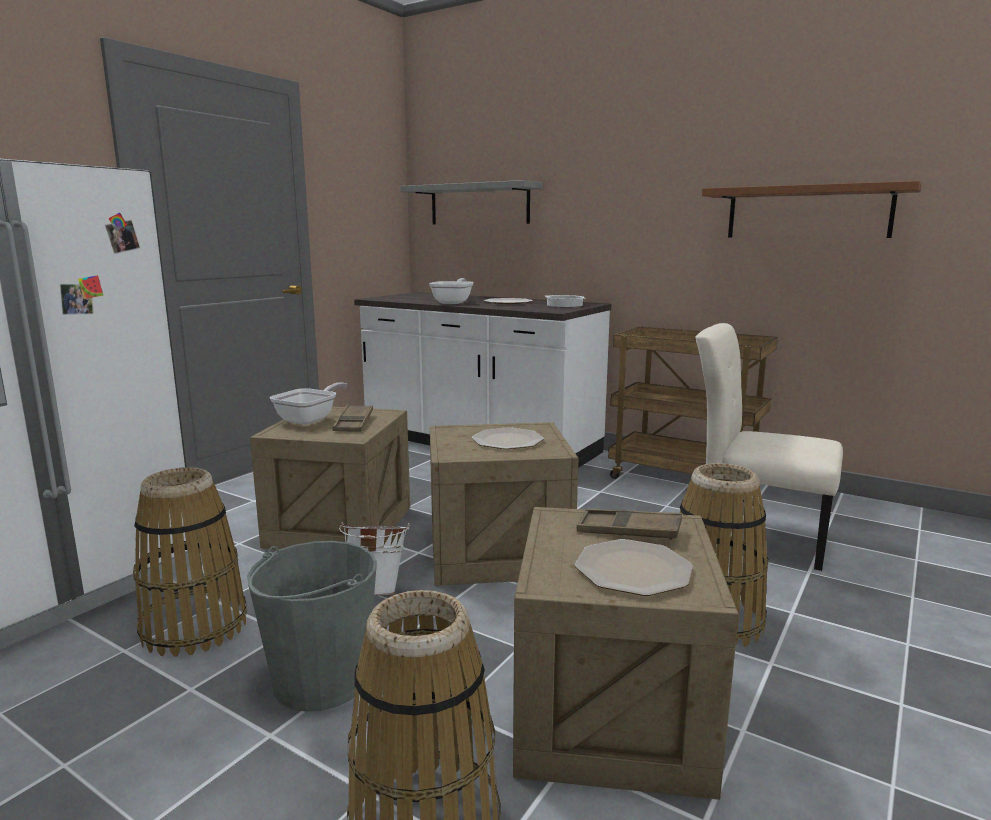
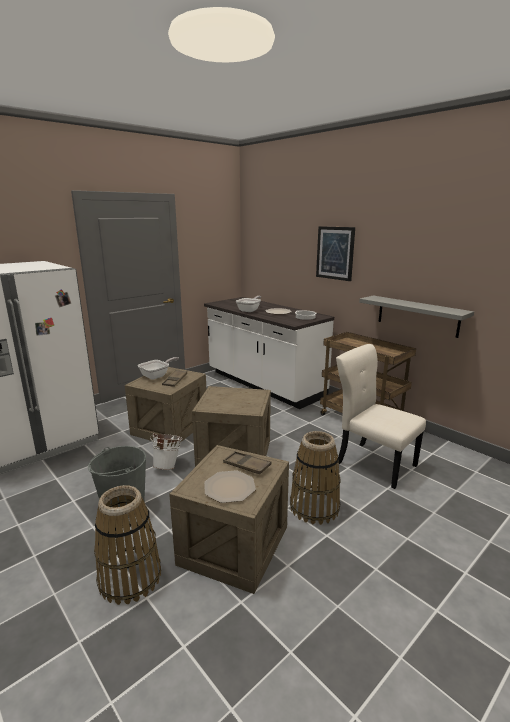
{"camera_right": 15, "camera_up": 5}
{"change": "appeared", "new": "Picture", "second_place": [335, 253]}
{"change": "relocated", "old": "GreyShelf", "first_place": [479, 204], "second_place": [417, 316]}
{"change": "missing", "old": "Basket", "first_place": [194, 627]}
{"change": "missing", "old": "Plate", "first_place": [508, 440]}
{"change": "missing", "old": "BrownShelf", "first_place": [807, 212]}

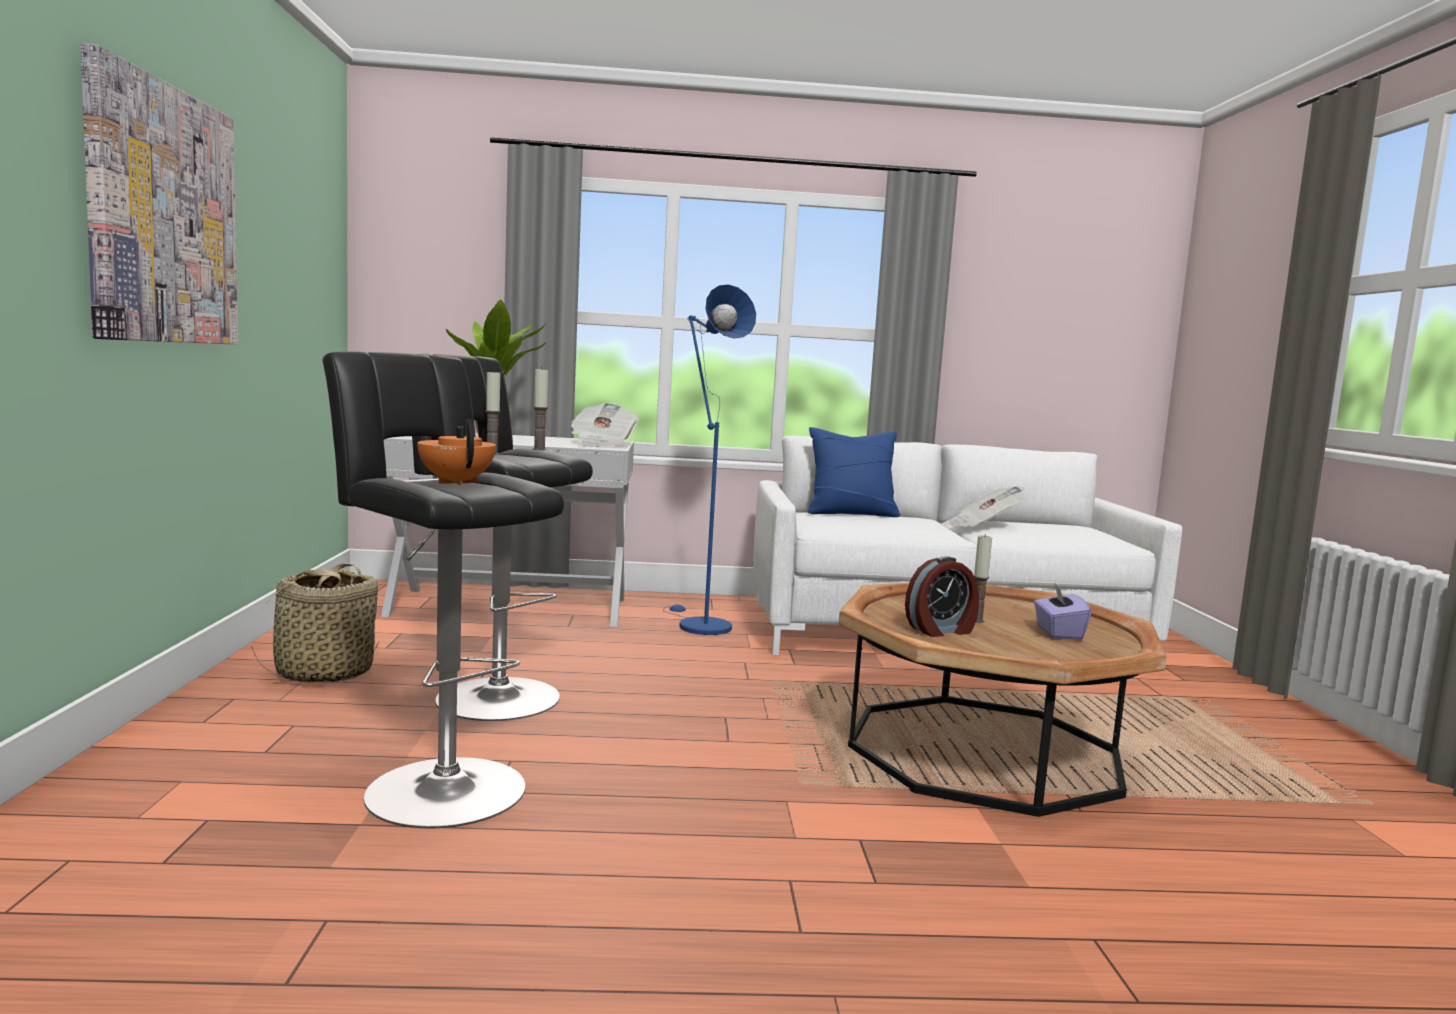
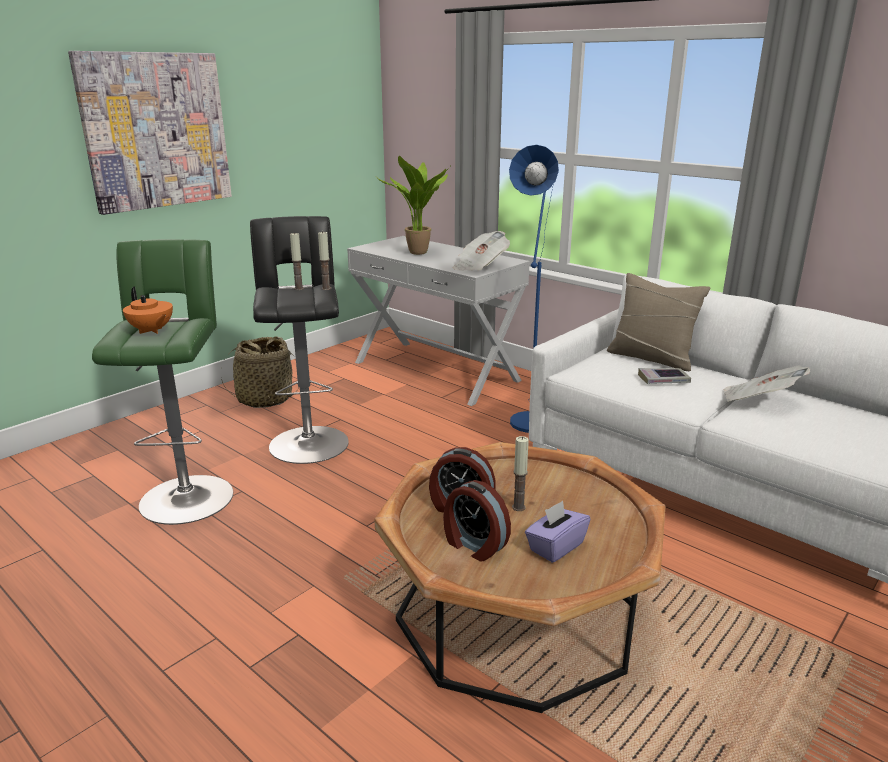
{"camera_right": 45, "camera_up": 15}
{"change": "colour", "old": "BlackStool", "new": "GreenStool", "first_place": [439, 787], "second_place": [188, 495]}
{"change": "spun", "old": "OrangeTeapot", "first_place": [457, 482], "second_place": [151, 331], "degrees": 120}
{"change": "appeared", "new": "AlarmClock", "second_place": [474, 545]}
{"change": "colour", "old": "BluePillow", "new": "BeigePillow", "first_place": [851, 513], "second_place": [651, 358]}
{"change": "appeared", "new": "Book", "second_place": [663, 380]}

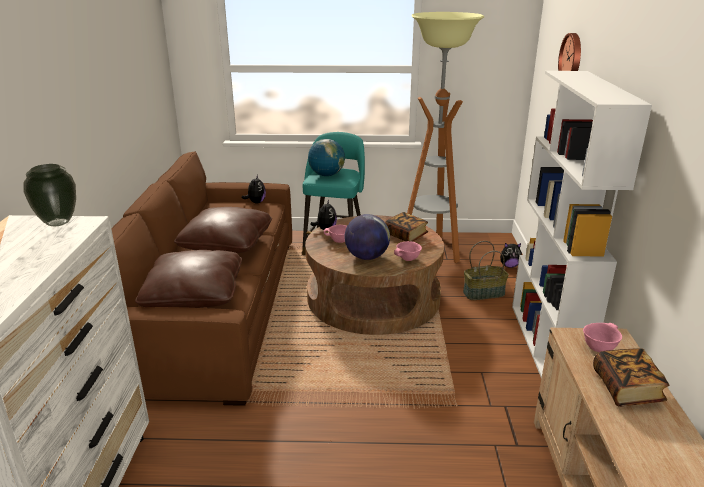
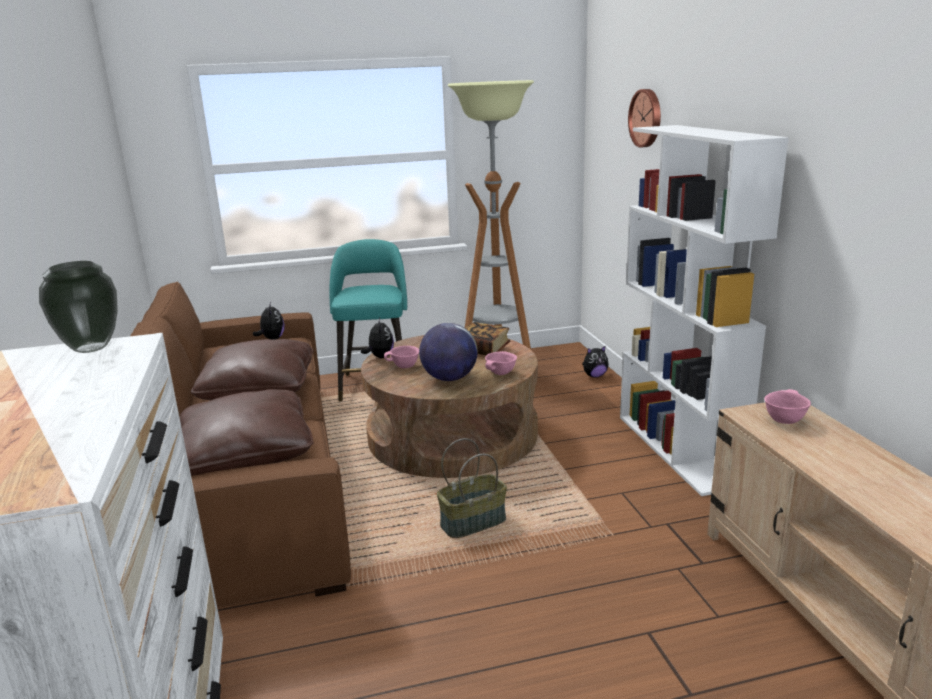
{"camera_right": -15, "camera_up": -5}
{"change": "relocated", "old": "Basket", "first_place": [483, 293], "second_place": [473, 522]}
{"change": "missing", "old": "Globe", "first_place": [326, 175]}
{"change": "missing", "old": "Book", "first_place": [626, 389]}

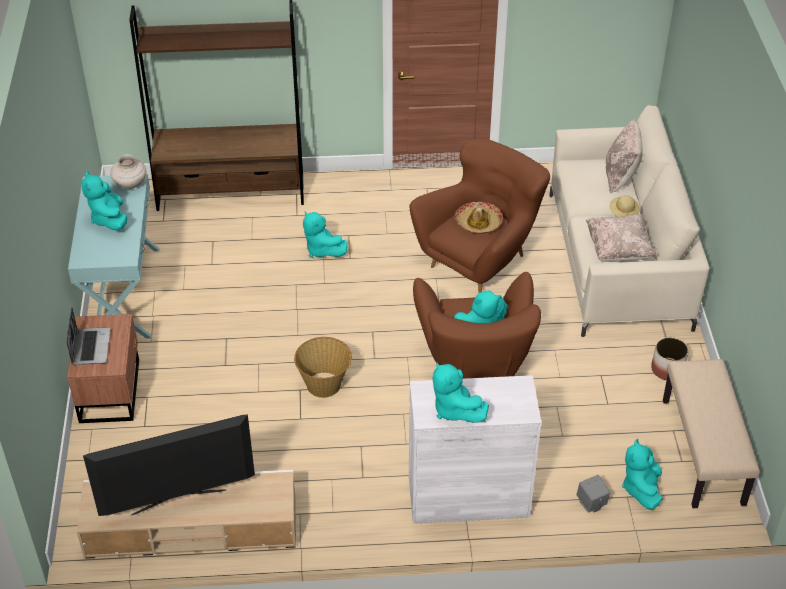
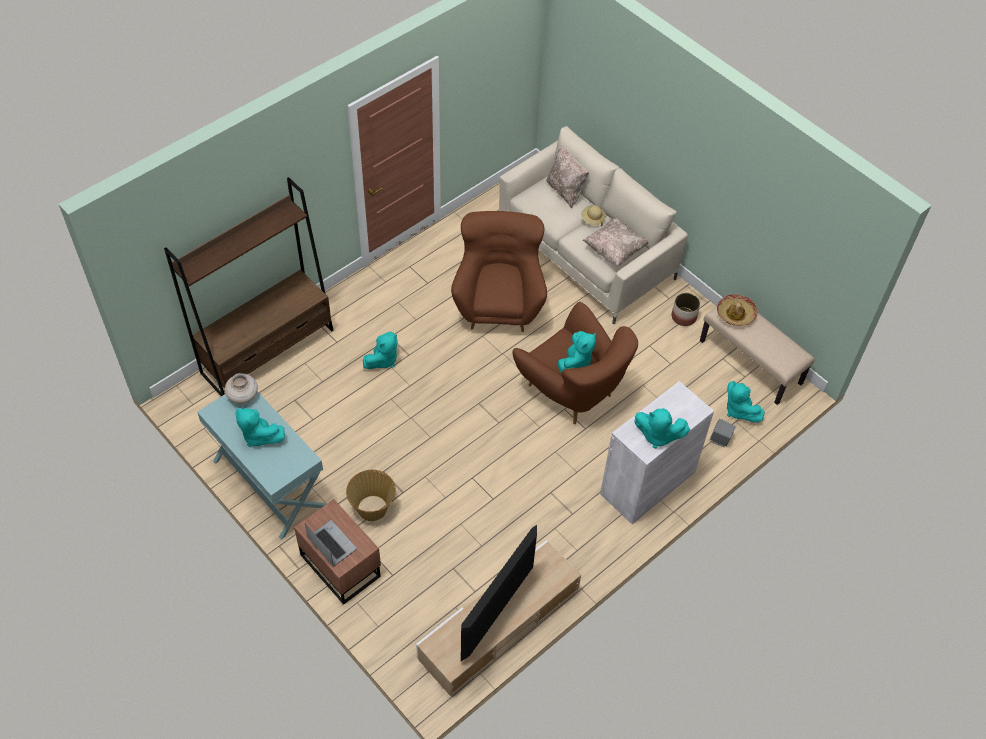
{"camera_right": -40, "camera_up": 10}
{"change": "relocated", "old": "Basket", "first_place": [324, 384], "second_place": [372, 507]}
{"change": "spun", "old": "TurquoisePlushToy", "first_place": [322, 250], "second_place": [383, 360], "degrees": -60}
{"change": "relocated", "old": "Hat", "first_place": [478, 222], "second_place": [736, 314]}

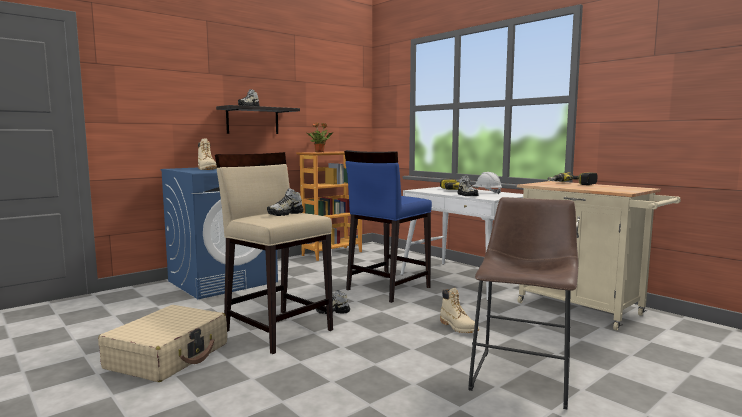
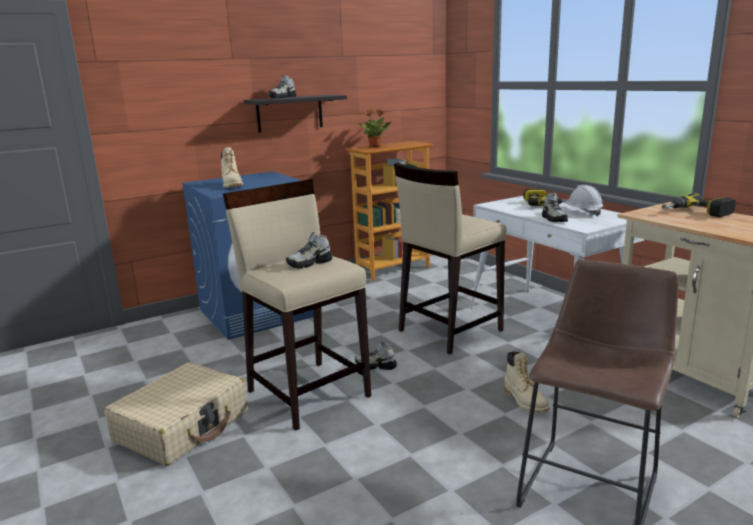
{"camera_right": 10, "camera_up": 10}
{"change": "colour", "old": "BlueStool", "new": "BeigeStool", "first_place": [387, 288], "second_place": [449, 330]}

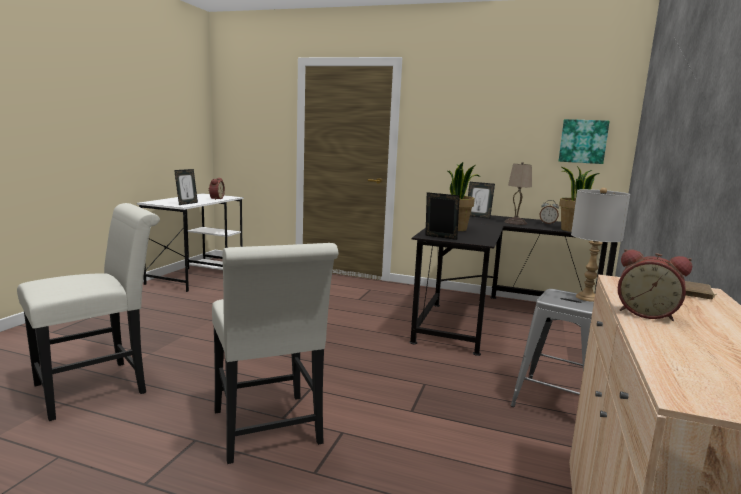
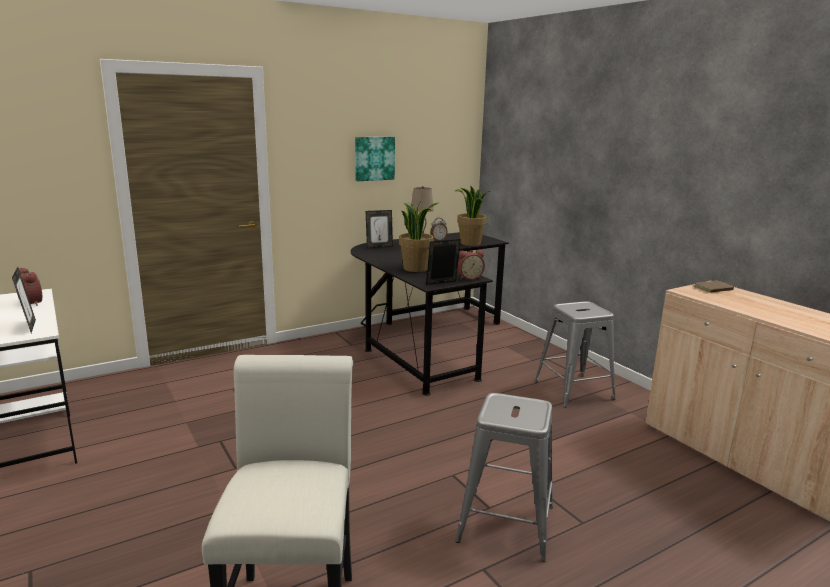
{"camera_right": -50, "camera_up": 5}
{"change": "relocated", "old": "Picture", "first_place": [583, 141], "second_place": [374, 158]}
{"change": "exchanged", "old": "WhiteChair", "new": "GreyStool", "first_place": [268, 432], "second_place": [505, 523]}
{"change": "relocated", "old": "AlarmClock", "first_place": [646, 313], "second_place": [469, 277]}
{"change": "missing", "old": "GreyTableLamp", "first_place": [587, 297]}

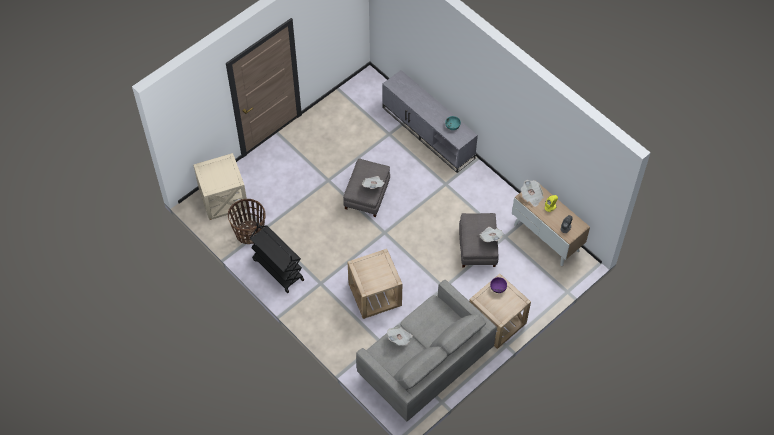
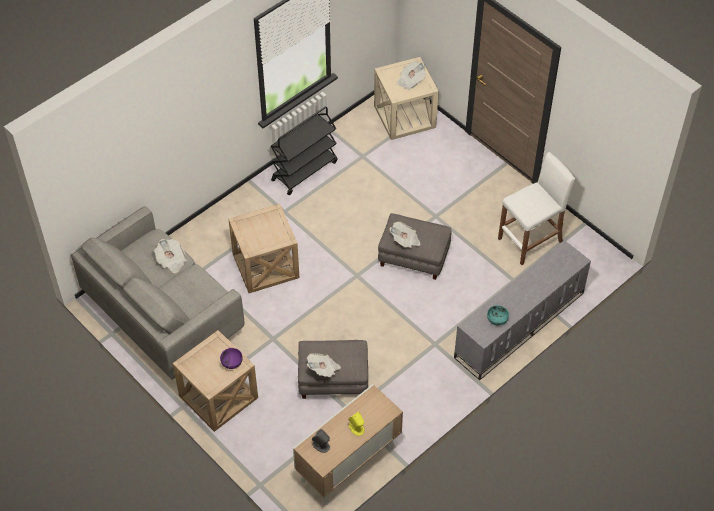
{"camera_right": 90, "camera_up": -5}
{"change": "relocated", "old": "Newspaper", "first_place": [531, 196], "second_place": [410, 81]}
{"change": "appeared", "new": "WhiteStool", "second_place": [530, 240]}
{"change": "missing", "old": "Basket", "first_place": [249, 233]}

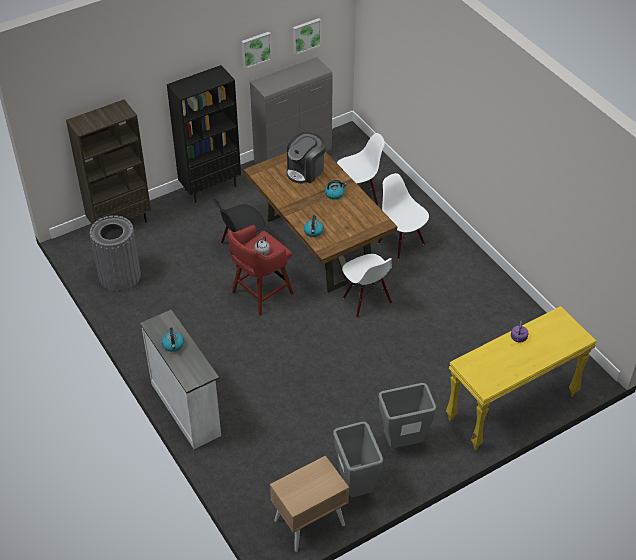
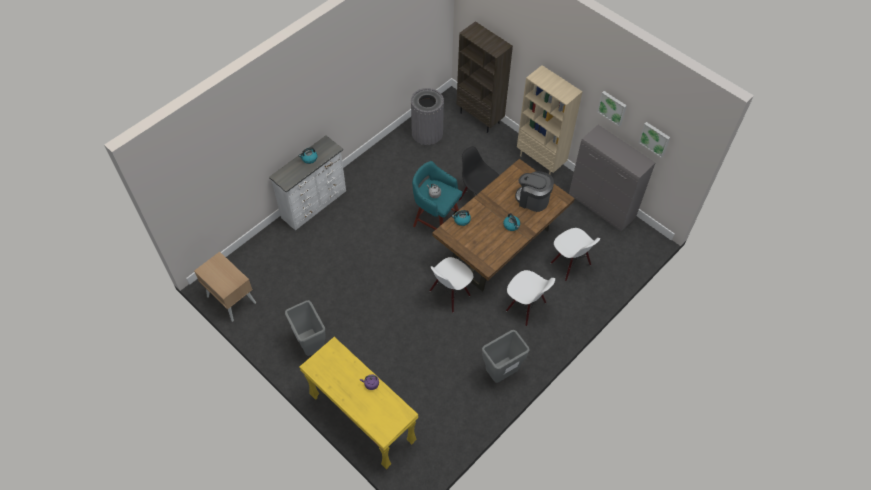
{"camera_right": 75, "camera_up": 10}
{"change": "colour", "old": "RedStool", "new": "TurquoiseStool", "first_place": [260, 293], "second_place": [435, 221]}
{"change": "relocated", "old": "GreyTrashCan", "first_place": [356, 487], "second_place": [501, 373]}
{"change": "spun", "old": "WhiteChair", "first_place": [401, 243], "second_place": [525, 307], "degrees": 90}
{"change": "colour", "old": "BlackBookcase", "new": "BeigeBookcase", "first_place": [210, 187], "second_place": [541, 161]}

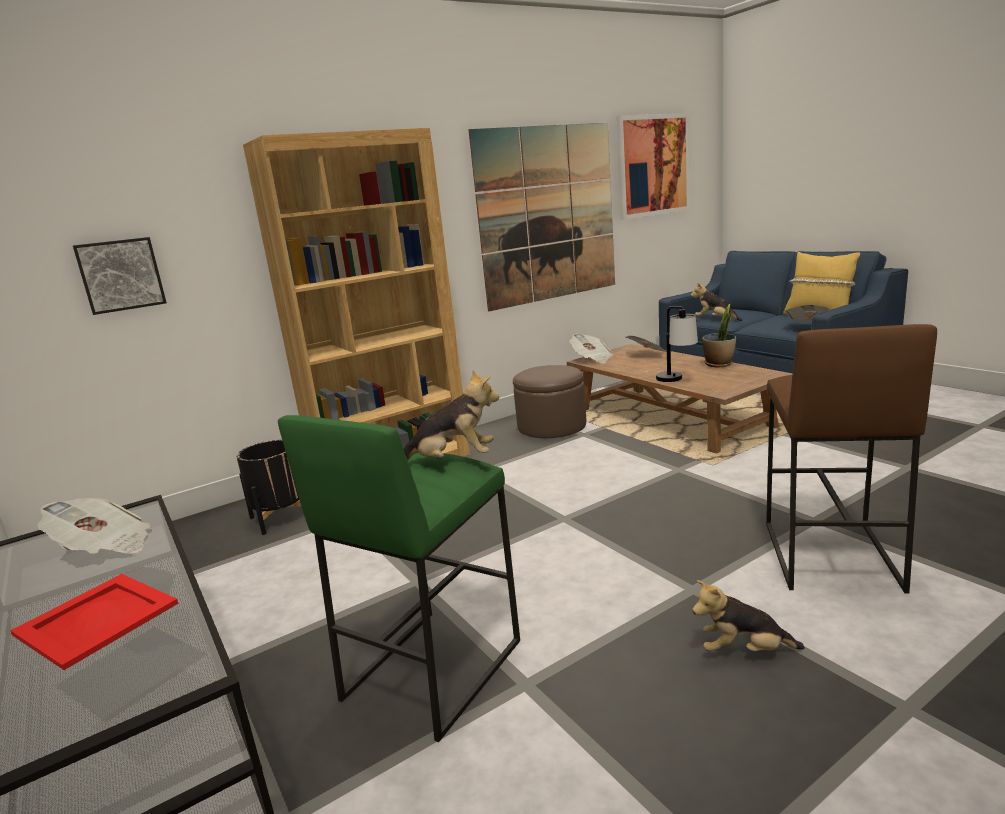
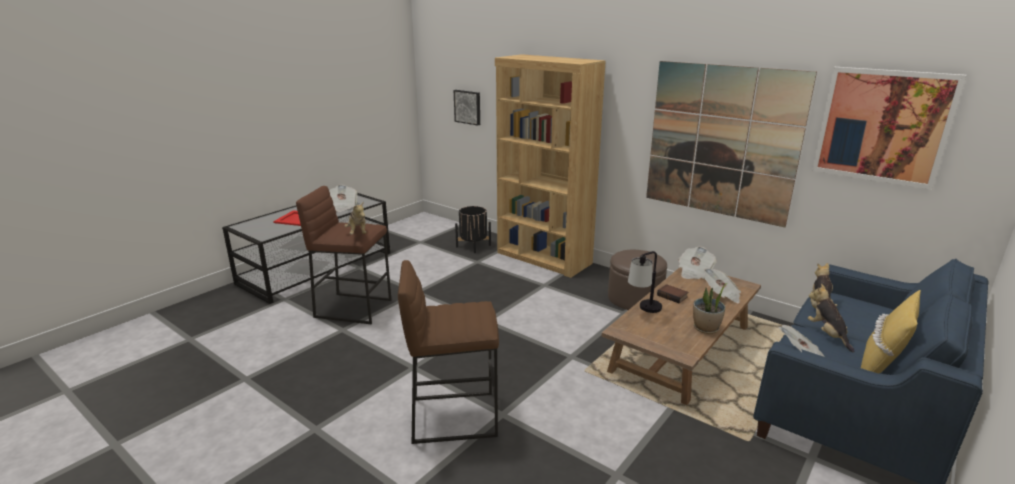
{"camera_right": 70, "camera_up": 5}
{"change": "colour", "old": "GreenStool", "new": "BrownStool", "first_place": [431, 668], "second_place": [354, 308]}
{"change": "appeared", "new": "Book", "second_place": [673, 296]}
{"change": "relocated", "old": "PlushToy", "first_place": [744, 651], "second_place": [827, 334]}

